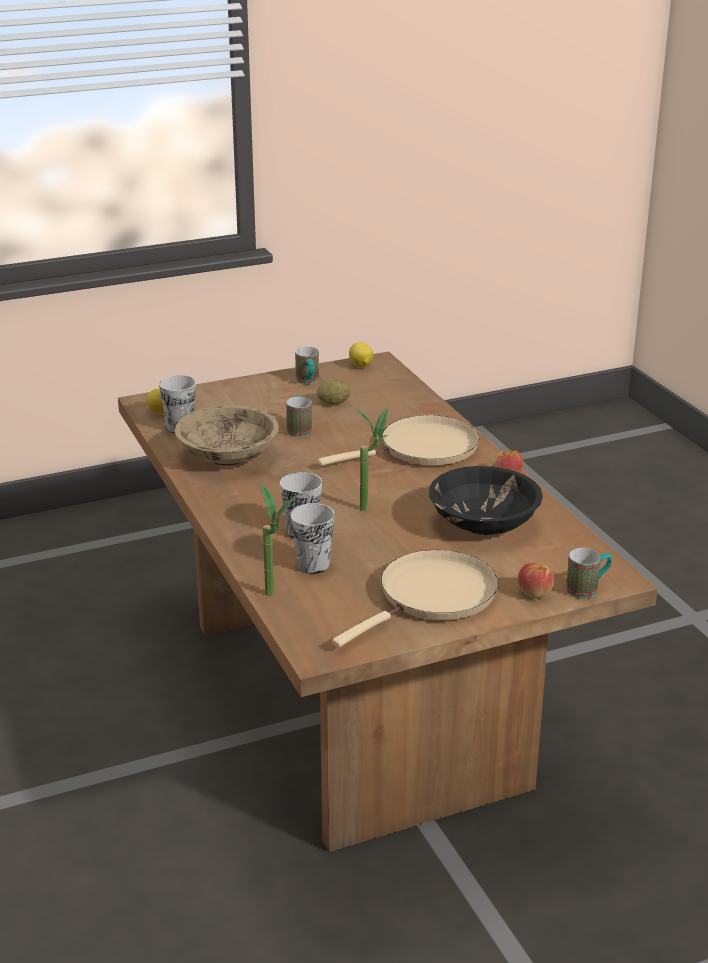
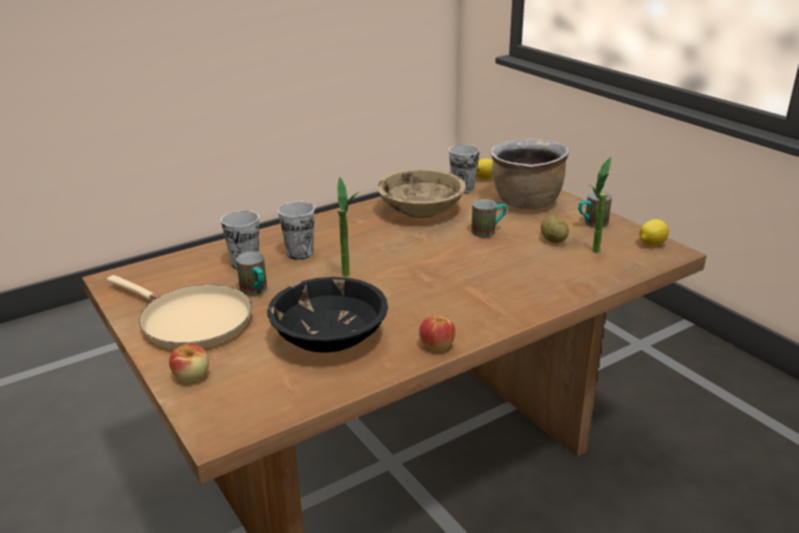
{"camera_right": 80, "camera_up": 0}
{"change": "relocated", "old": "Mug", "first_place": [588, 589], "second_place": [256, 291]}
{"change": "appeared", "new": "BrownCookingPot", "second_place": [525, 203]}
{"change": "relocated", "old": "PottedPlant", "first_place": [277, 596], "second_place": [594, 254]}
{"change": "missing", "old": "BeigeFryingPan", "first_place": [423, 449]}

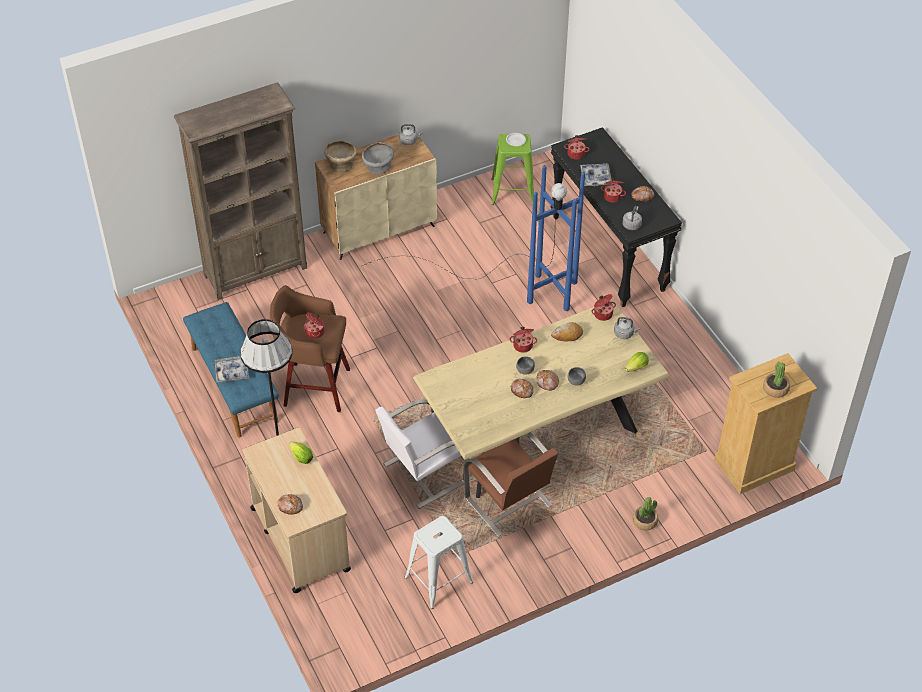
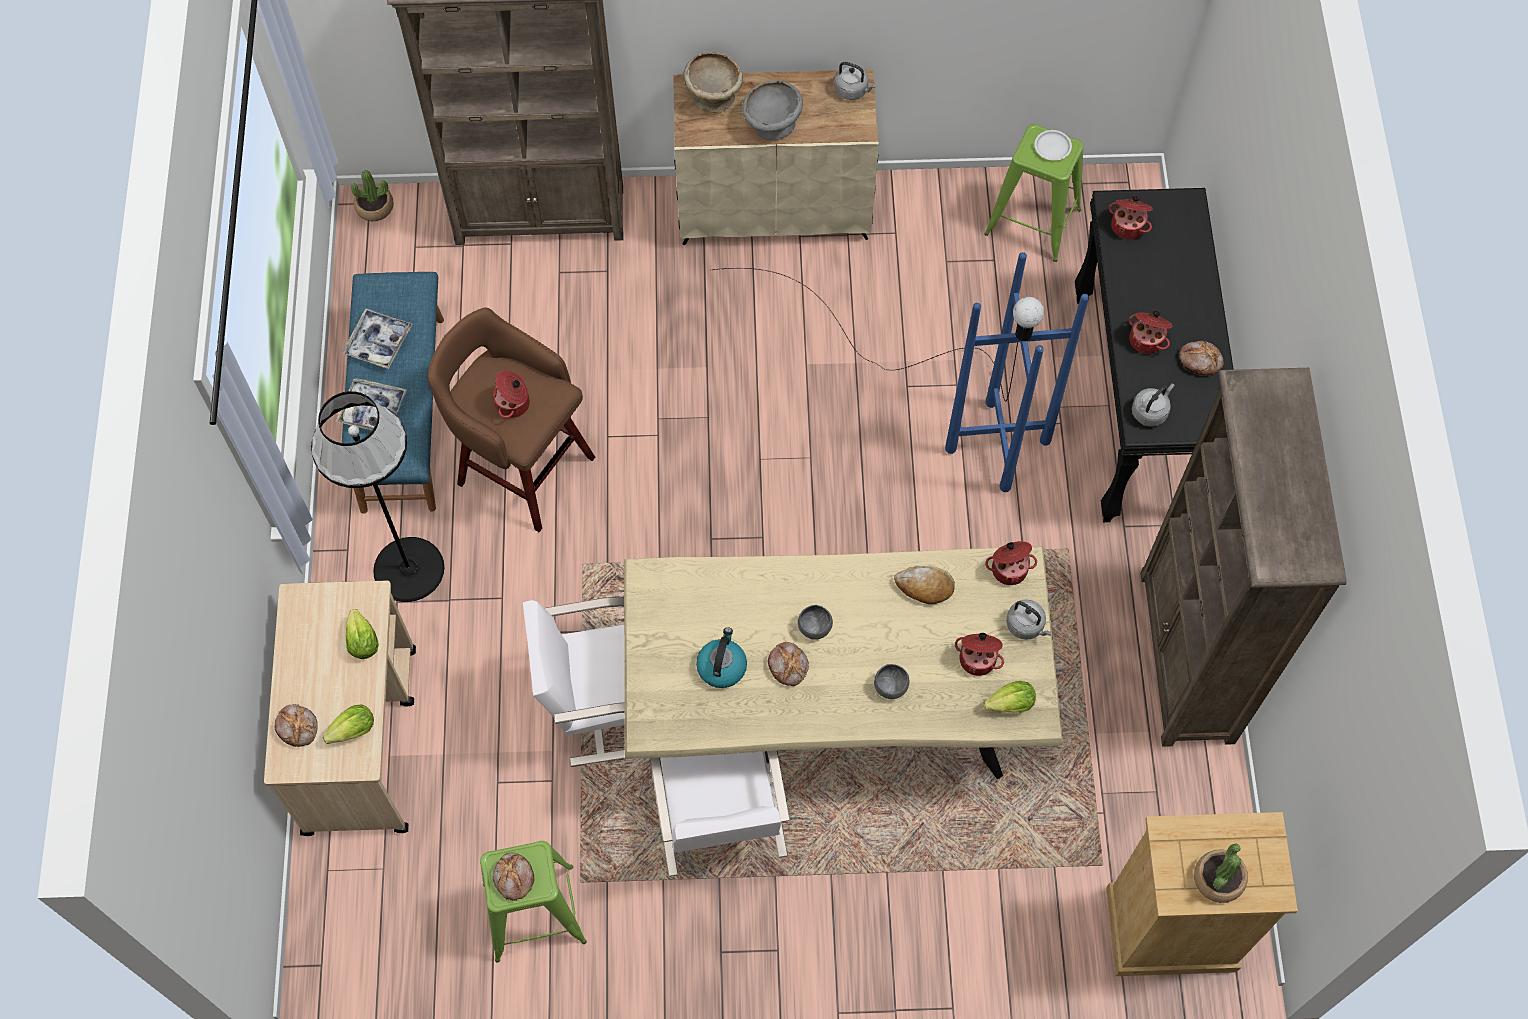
{"camera_right": 25, "camera_up": 15}
{"change": "appeared", "new": "Lettuce", "second_place": [350, 732]}
{"change": "relocated", "old": "Tray", "first_place": [595, 177], "second_place": [378, 342]}
{"change": "relocated", "old": "PottedPlant", "first_place": [645, 521], "second_place": [375, 207]}
{"change": "colour", "old": "WhiteStool", "new": "GreenStool", "first_place": [439, 579], "second_place": [535, 913]}
{"change": "relocated", "old": "Bread", "first_place": [547, 382], "second_place": [513, 878]}
{"change": "colour", "old": "BrownChair", "new": "WhiteChair", "first_place": [509, 503], "second_place": [719, 821]}
{"change": "appeared", "new": "Kettle", "second_place": [721, 666]}
{"change": "relocated", "old": "CookingPot", "first_place": [523, 345], "second_place": [978, 658]}
{"change": "appeared", "new": "BrownBookcase", "second_place": [1186, 658]}

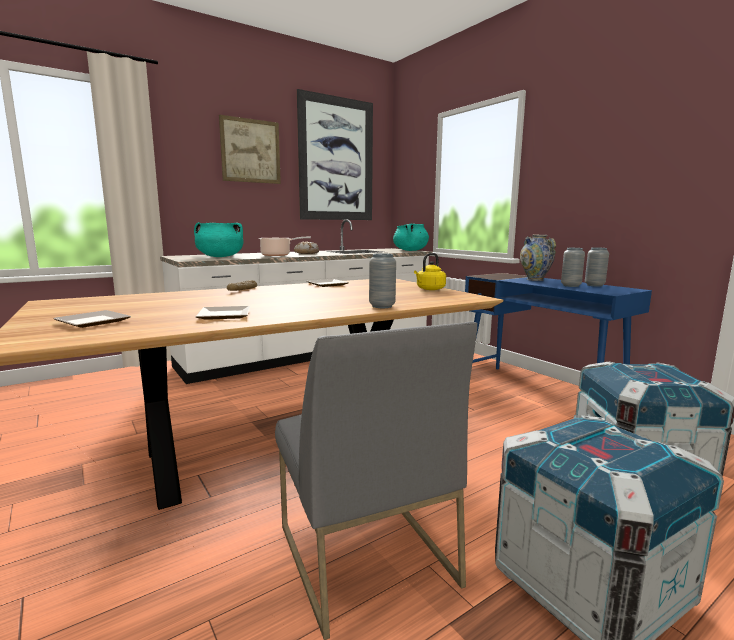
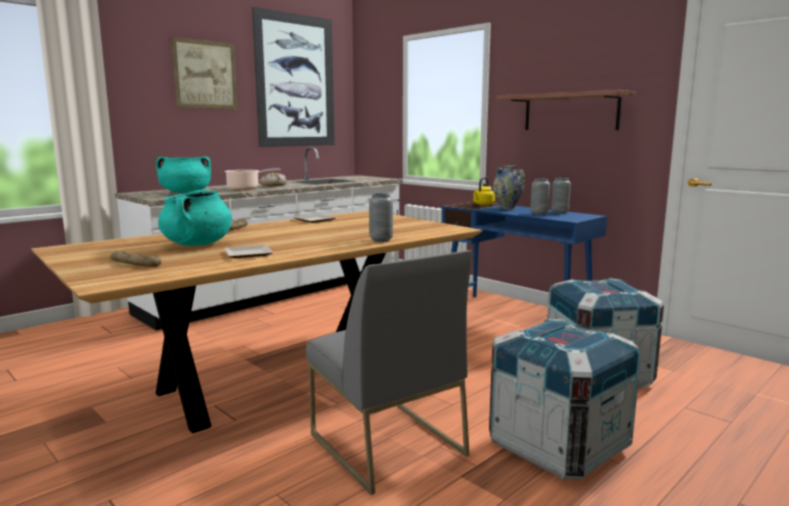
{"camera_right": -10, "camera_up": 0}
{"change": "exchanged", "old": "Plate", "new": "Bread", "first_place": [94, 321], "second_place": [136, 264]}
{"change": "relocated", "old": "TurquoiseCookingPot", "first_place": [410, 250], "second_place": [197, 244]}
{"change": "relocated", "old": "YellowKettle", "first_place": [429, 289], "second_place": [483, 204]}
{"change": "appeared", "new": "Shelf", "second_place": [570, 112]}

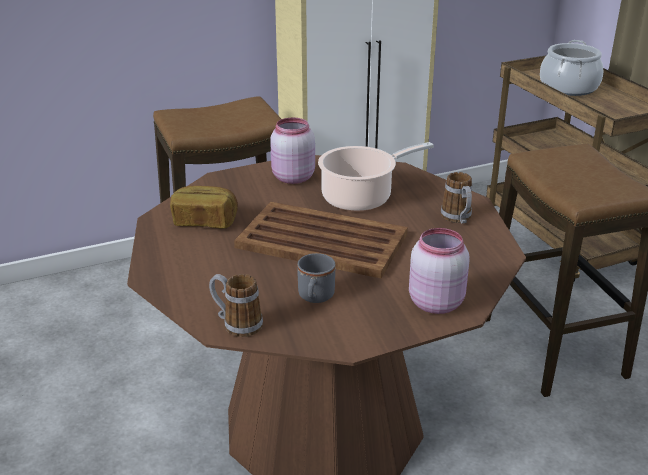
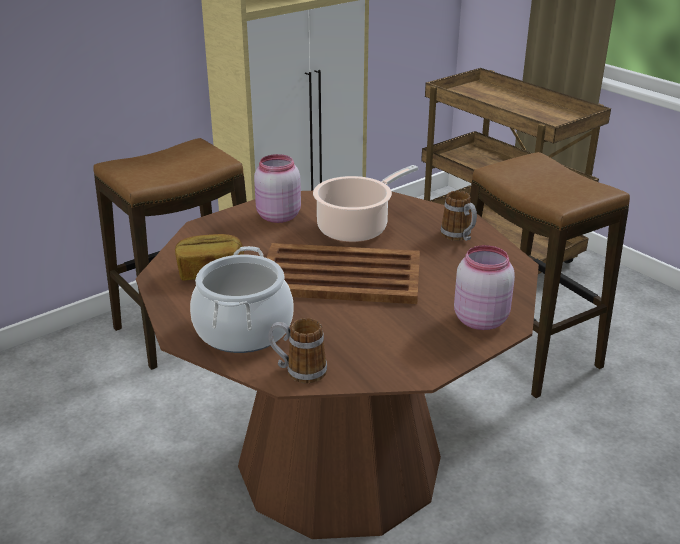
{"camera_right": -15, "camera_up": 0}
{"change": "relocated", "old": "CookingPot", "first_place": [568, 87], "second_place": [243, 330]}
{"change": "missing", "old": "GreyMug", "first_place": [315, 298]}

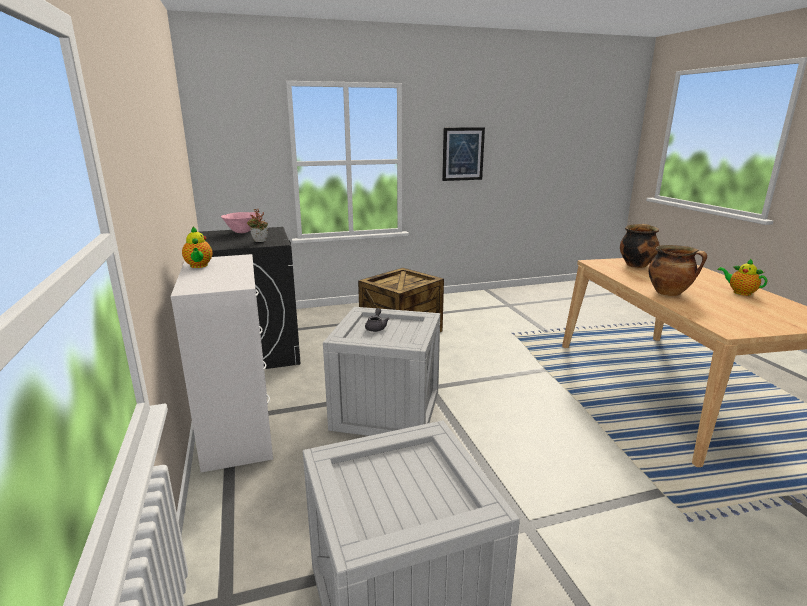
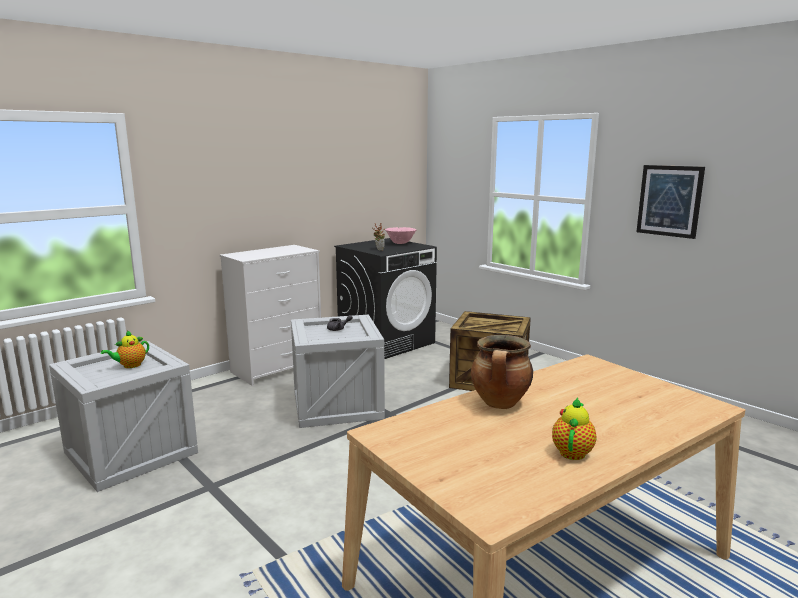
{"camera_right": 65, "camera_up": -5}
{"change": "relocated", "old": "Teapot", "first_place": [199, 266], "second_place": [130, 366]}
{"change": "missing", "old": "CookingPot", "first_place": [636, 265]}

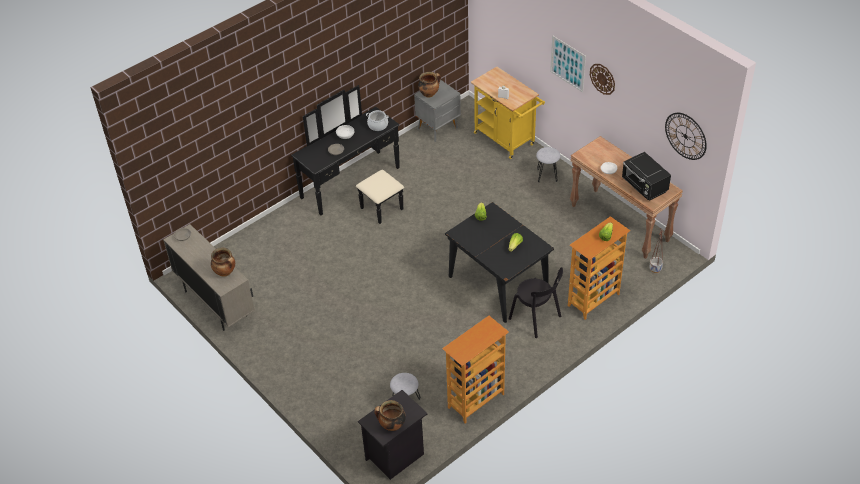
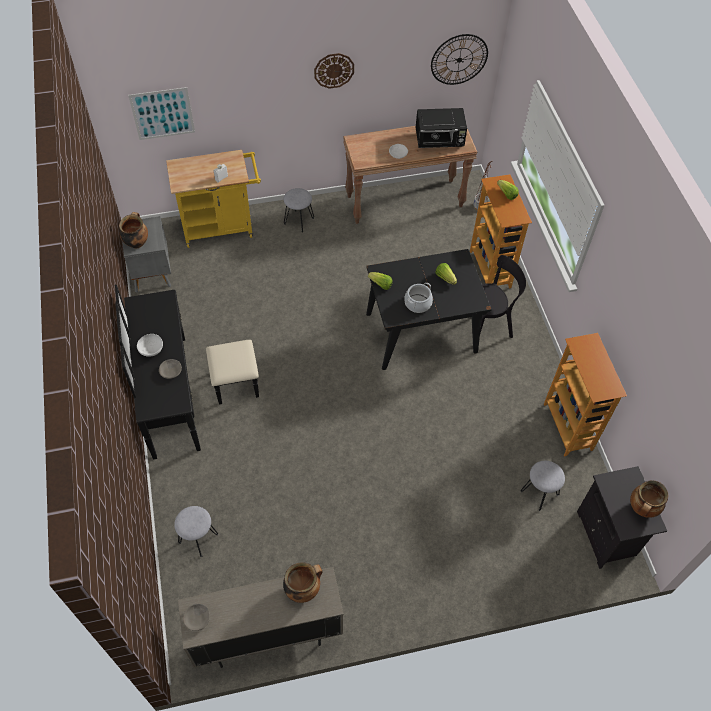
{"camera_right": -65, "camera_up": 10}
{"change": "relocated", "old": "Picture", "first_place": [567, 63], "second_place": [162, 113]}
{"change": "appeared", "new": "GreyStool", "second_place": [198, 538]}
{"change": "relocated", "old": "CookingPot", "first_place": [378, 125], "second_place": [417, 303]}

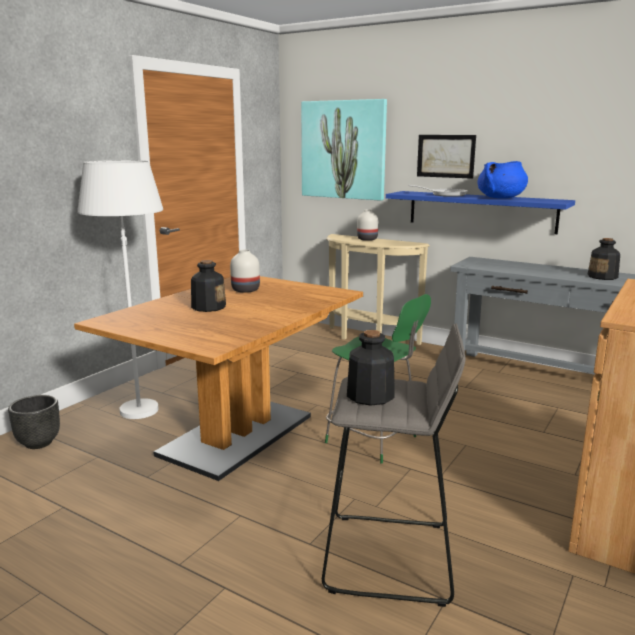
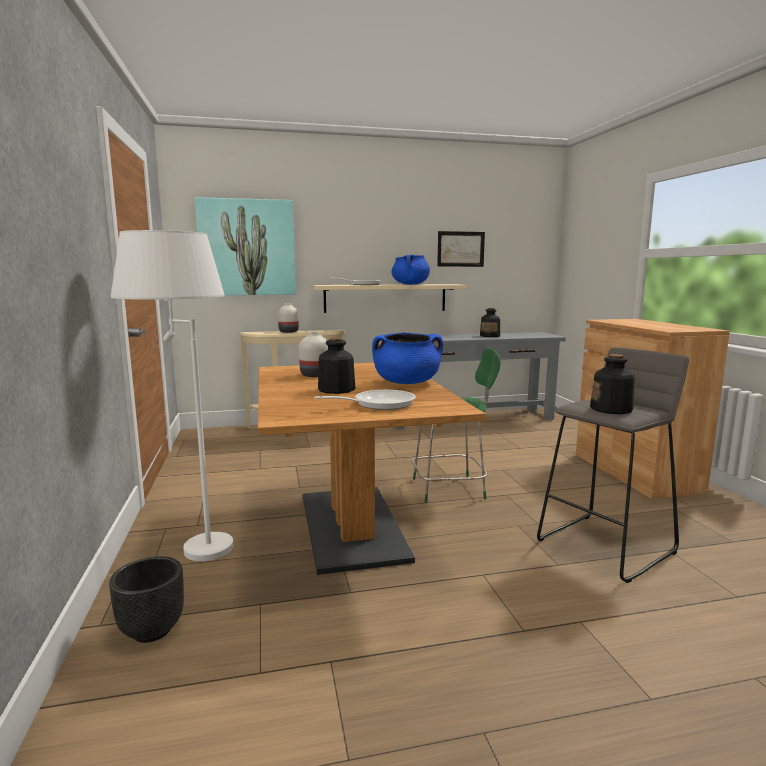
{"camera_right": -45, "camera_up": -5}
{"change": "colour", "old": "BlueShelf", "new": "BeigeShelf", "first_place": [481, 211], "second_place": [385, 298]}
{"change": "appeared", "new": "FryingPan", "second_place": [378, 404]}
{"change": "appeared", "new": "BlueCookingPot", "second_place": [407, 382]}
{"change": "relocated", "old": "Picture", "first_place": [445, 156], "second_place": [460, 249]}

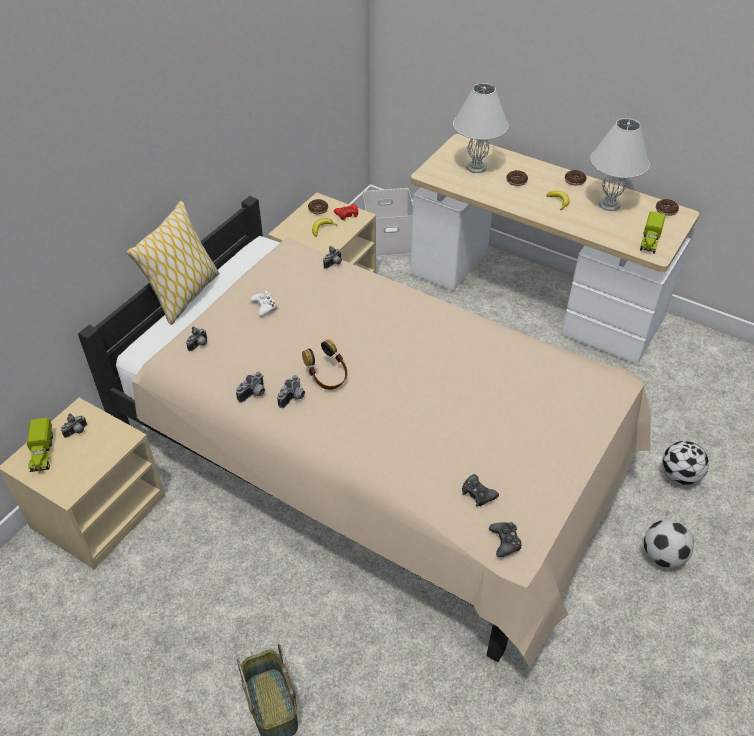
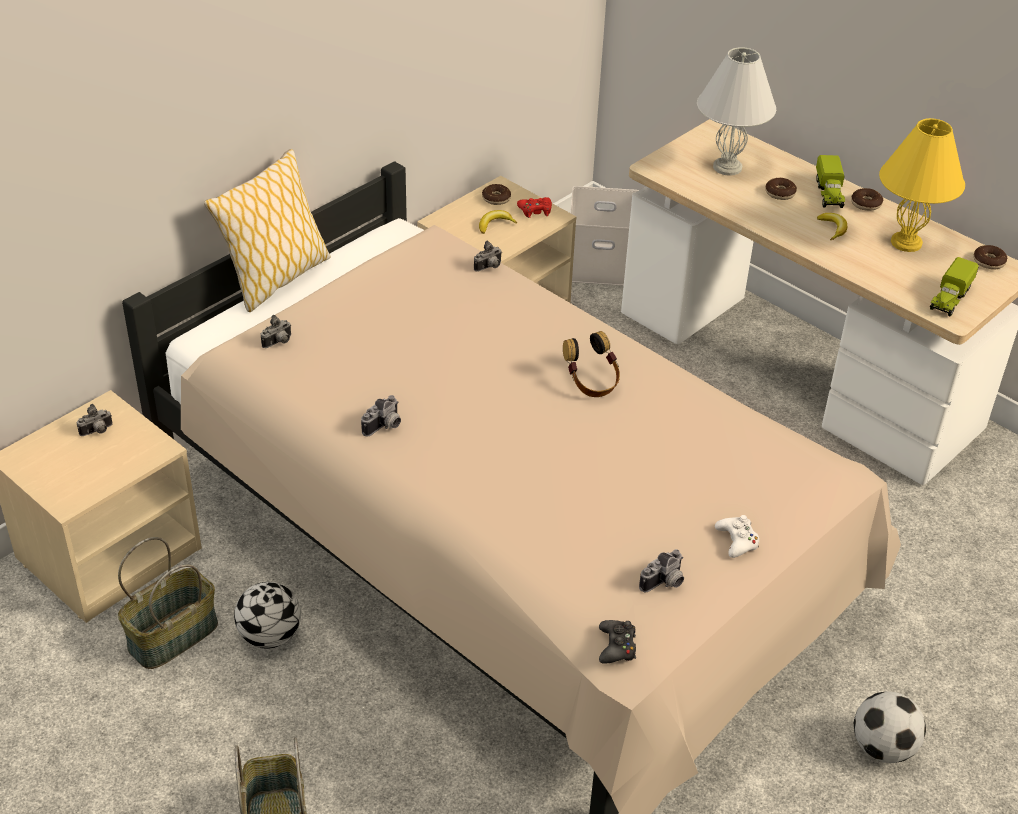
{"camera_right": 10, "camera_up": -5}
{"change": "appeared", "new": "Basket", "second_place": [173, 635]}
{"change": "relocated", "old": "Football", "first_place": [679, 476], "second_place": [270, 636]}
{"change": "relocated", "old": "Headphones", "first_place": [327, 377], "second_place": [591, 382]}
{"change": "relocated", "old": "PhotoCamera", "first_place": [254, 394], "second_place": [665, 583]}
{"change": "relocated", "old": "WhiteGameController", "first_place": [264, 307], "second_place": [737, 541]}
{"change": "relocated", "old": "ToyTruck", "first_place": [42, 453], "second_place": [829, 194]}
{"change": "colour", "old": "WhiteTableLamp", "new": "YellowTableLamp", "first_place": [608, 205], "second_place": [905, 243]}
{"change": "missing", "old": "BlackGameController", "first_place": [478, 494]}

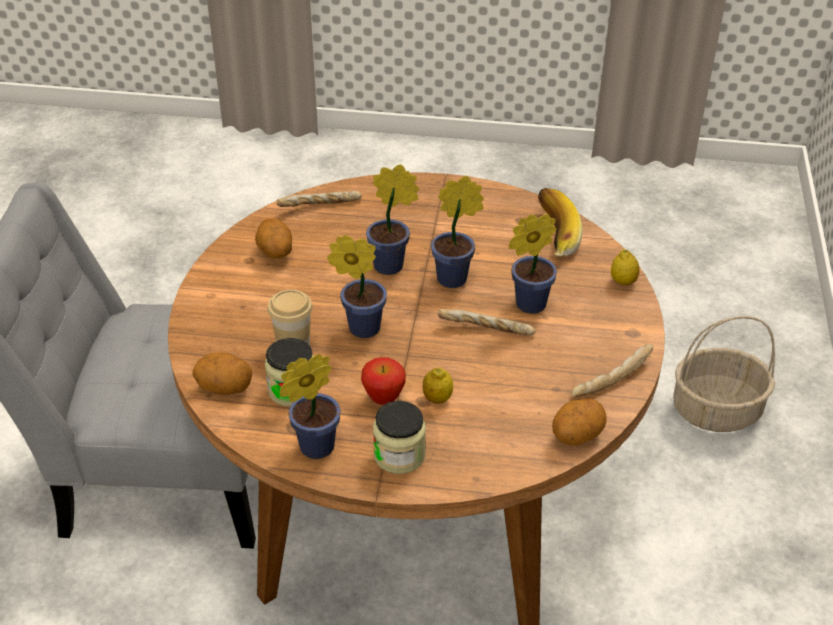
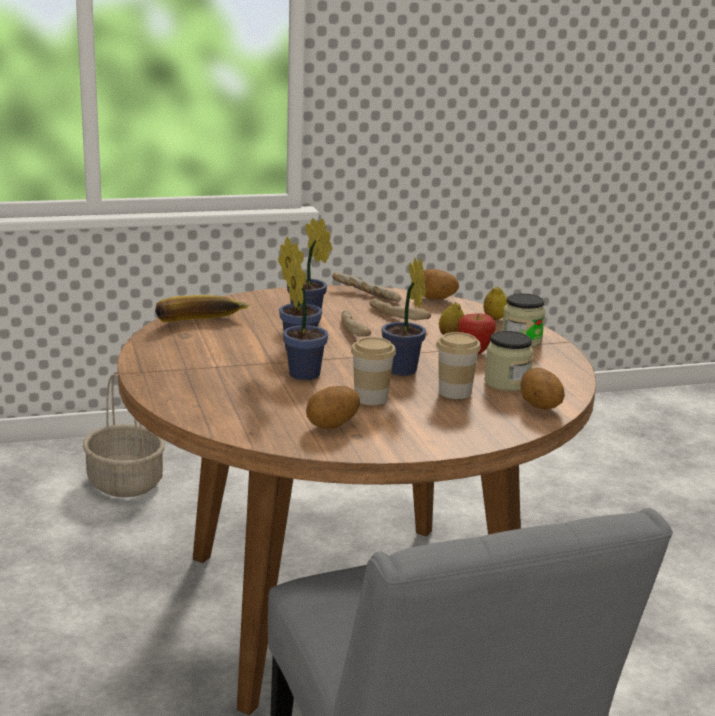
{"camera_right": -115, "camera_up": -20}
{"change": "appeared", "new": "Cup", "second_place": [371, 398]}
{"change": "relocated", "old": "Bread", "first_place": [320, 207], "second_place": [399, 317]}
{"change": "relocated", "old": "Lemon", "first_place": [623, 282], "second_place": [494, 319]}
{"change": "missing", "old": "PottedPlant", "first_place": [312, 448]}

